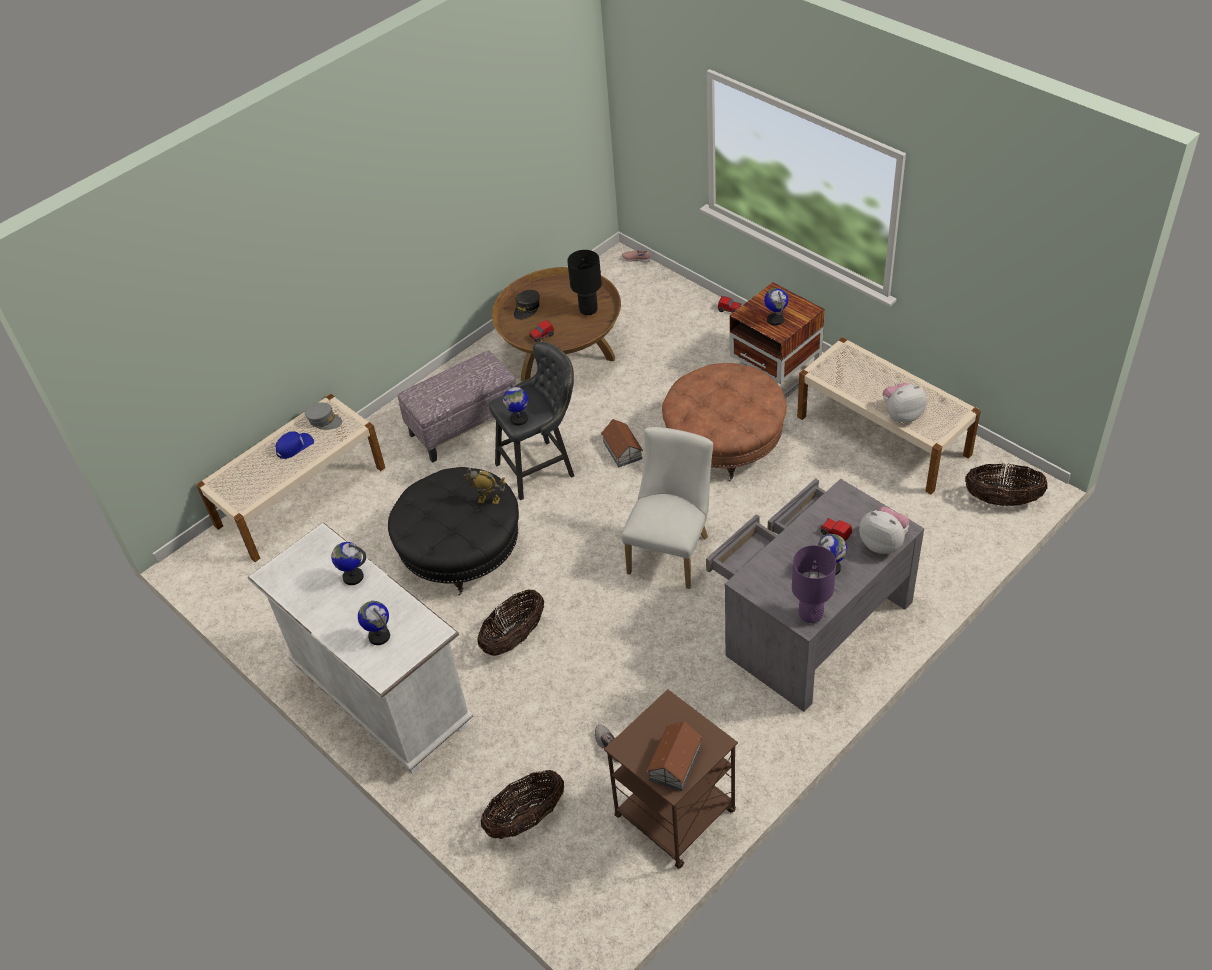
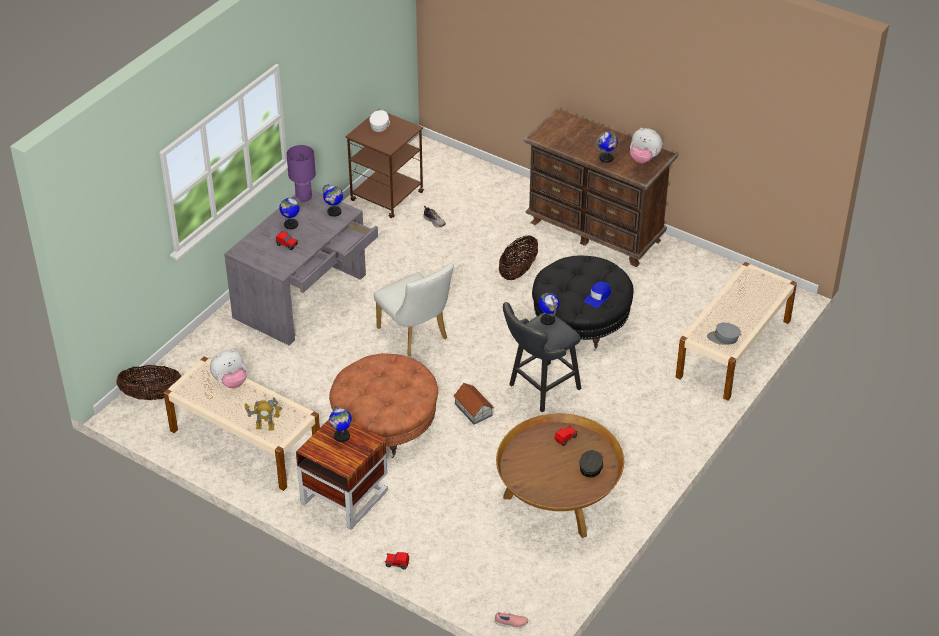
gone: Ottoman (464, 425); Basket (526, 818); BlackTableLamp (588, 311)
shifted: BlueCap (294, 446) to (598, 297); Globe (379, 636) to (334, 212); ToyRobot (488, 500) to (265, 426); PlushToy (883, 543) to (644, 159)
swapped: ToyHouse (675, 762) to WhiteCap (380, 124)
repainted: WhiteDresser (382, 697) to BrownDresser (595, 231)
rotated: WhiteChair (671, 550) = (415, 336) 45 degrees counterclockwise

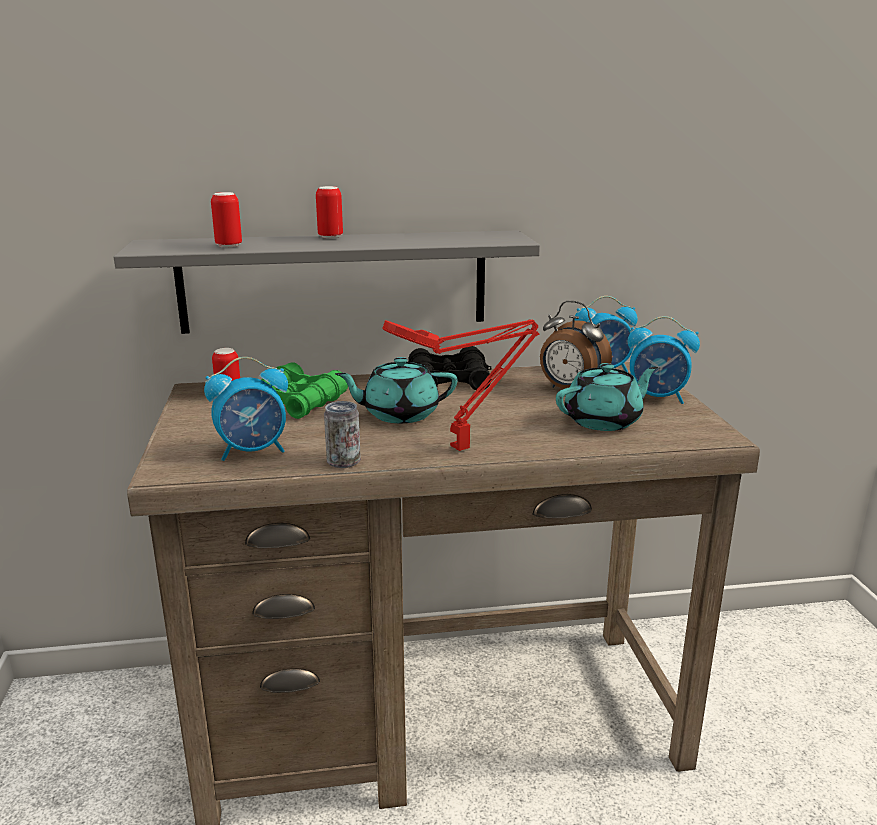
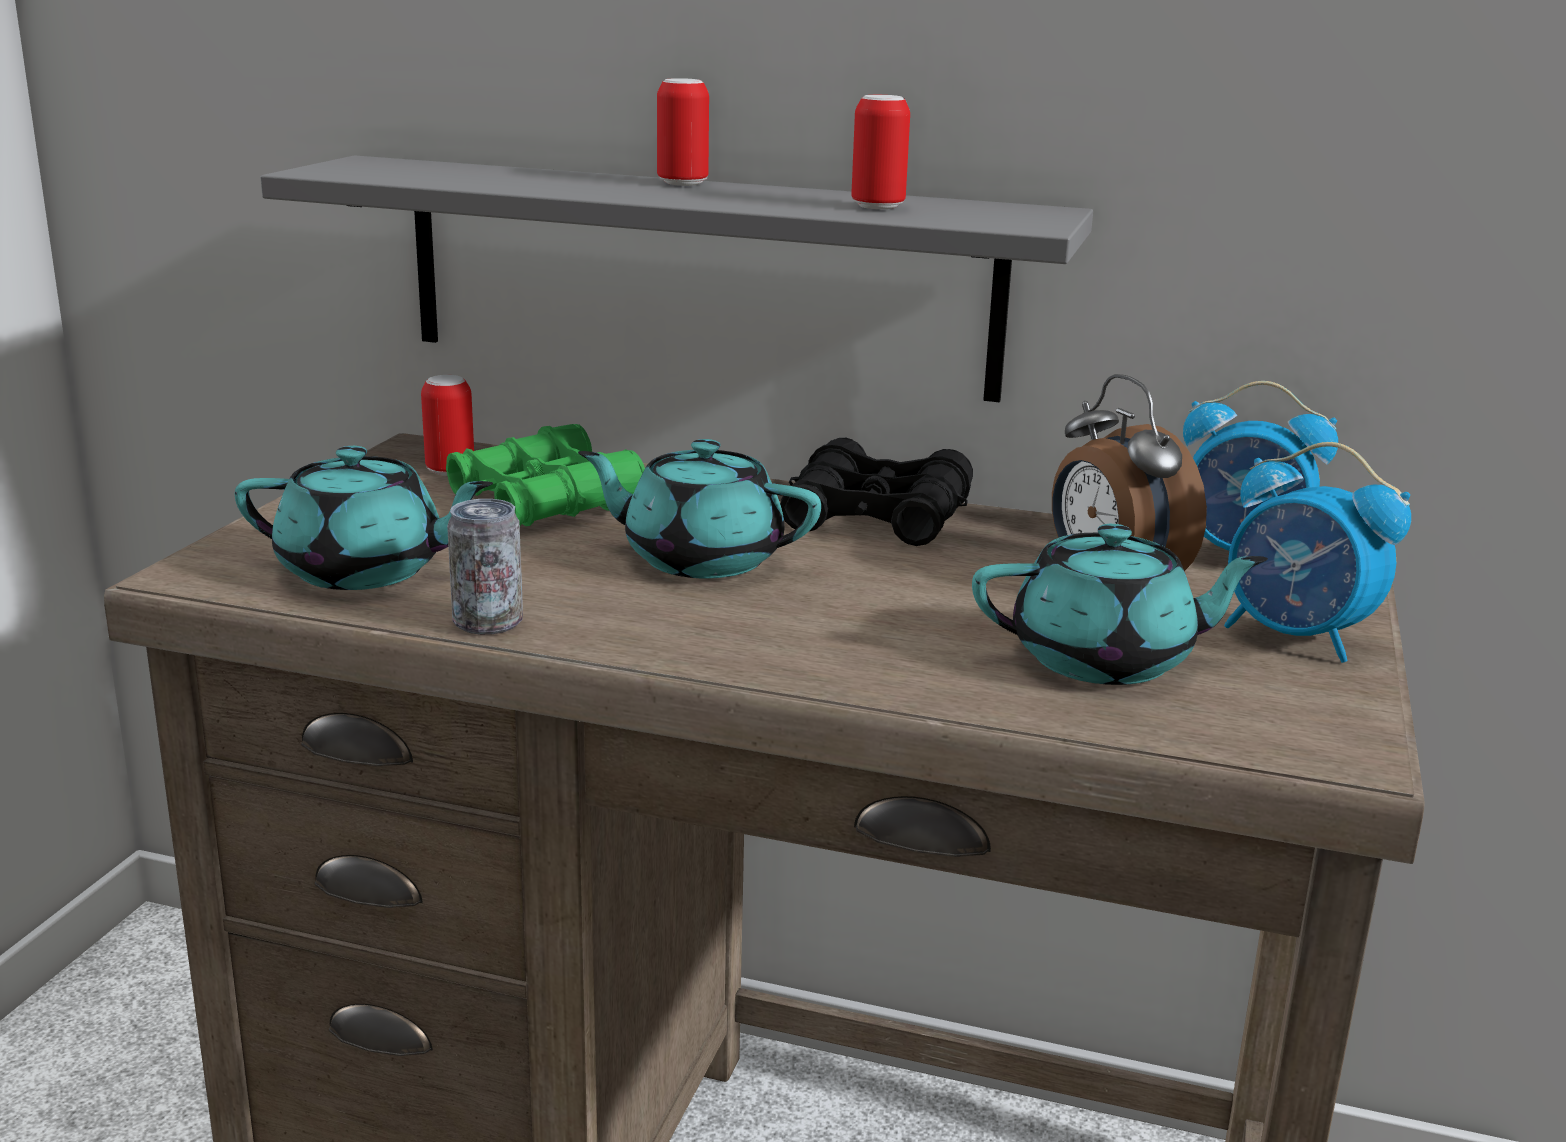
gone: RedTableLamp (464, 447)
shifted: Can (229, 246) to (878, 206)
swapped: AlarmClock (253, 451) to TurquoiseTeapot (365, 571)

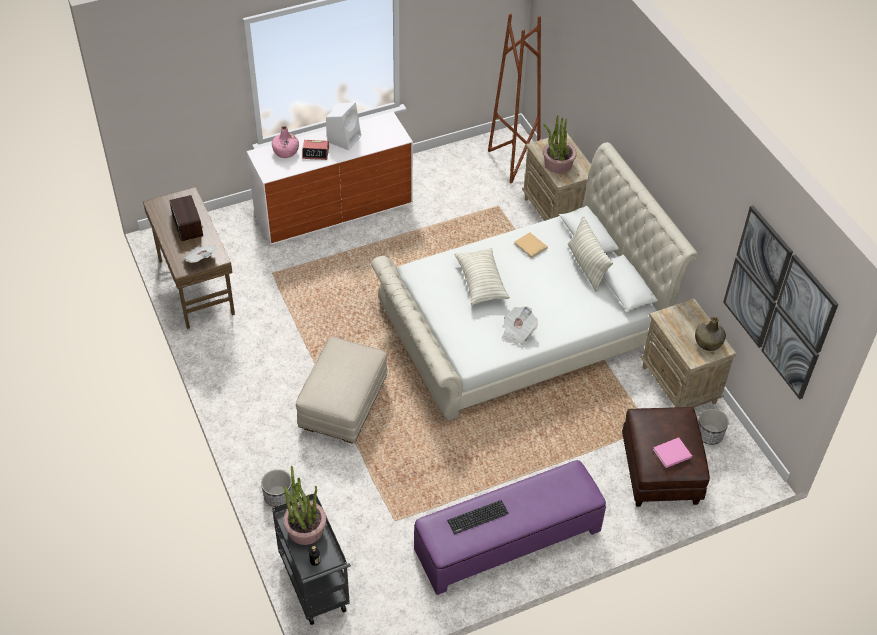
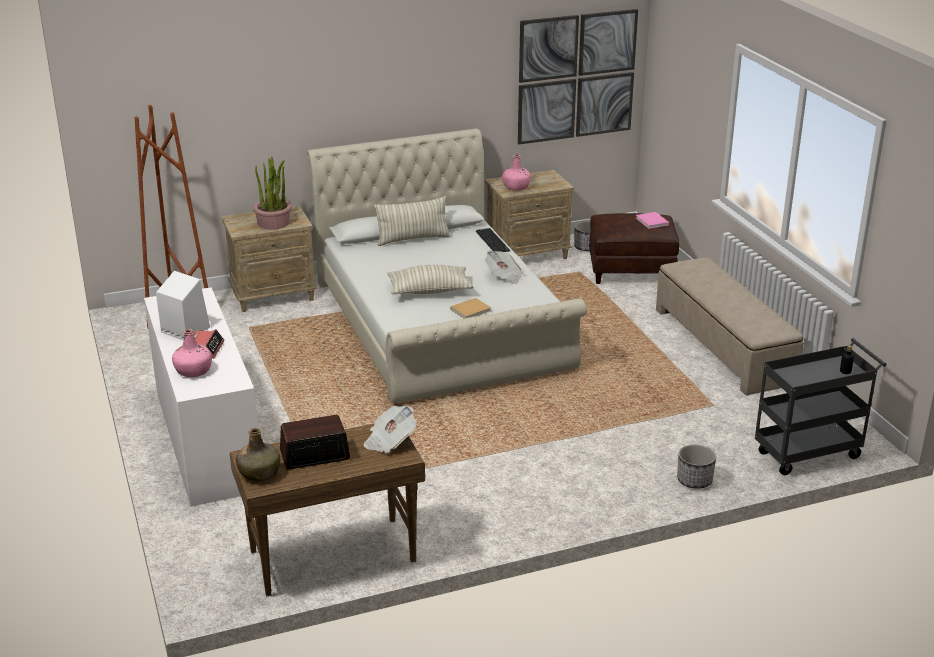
gone: PottedPlant (305, 529); BeigeOttoman (343, 405)
new: PinkBottle (516, 187)
shifted: Keyboard (478, 517) to (492, 241); BeigeBook (531, 246) to (471, 310); GreenBottle (708, 342) to (259, 473)
repainted: PurpleBench (507, 540) to BeigeBench (724, 346)

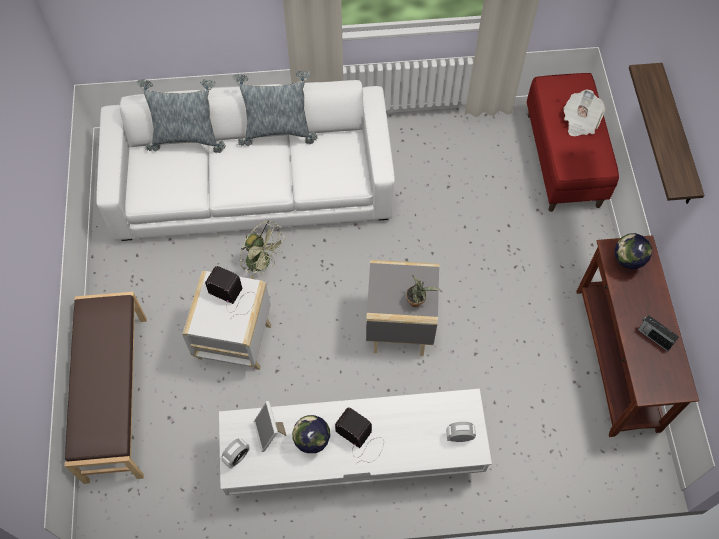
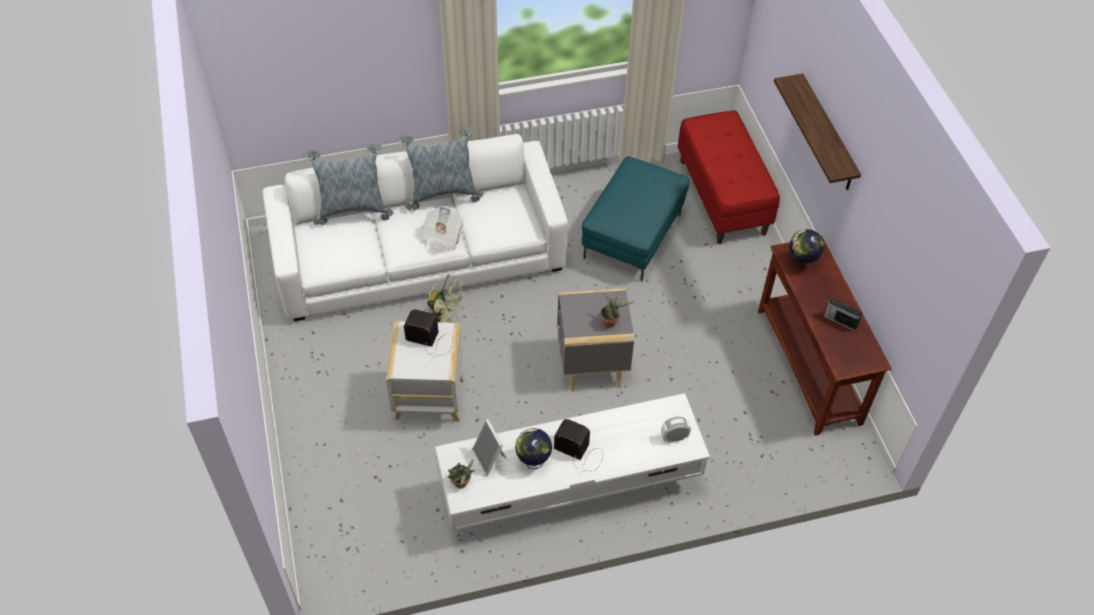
gone: BrownBench (115, 397)
new: TurquoiseOttoman (633, 237)
shifted: Newspaper (580, 121) to (442, 238)
swapped: AlarmClock (237, 457) to PottedPlant (462, 484)

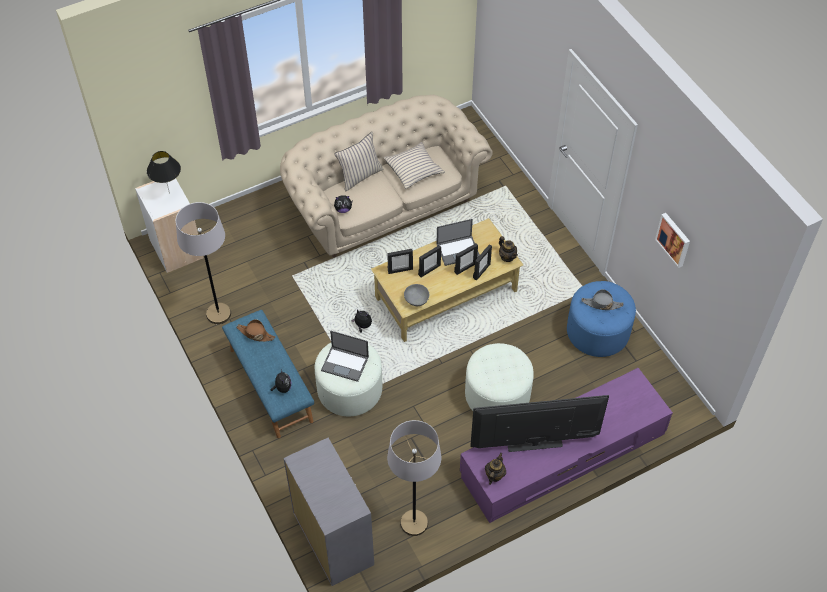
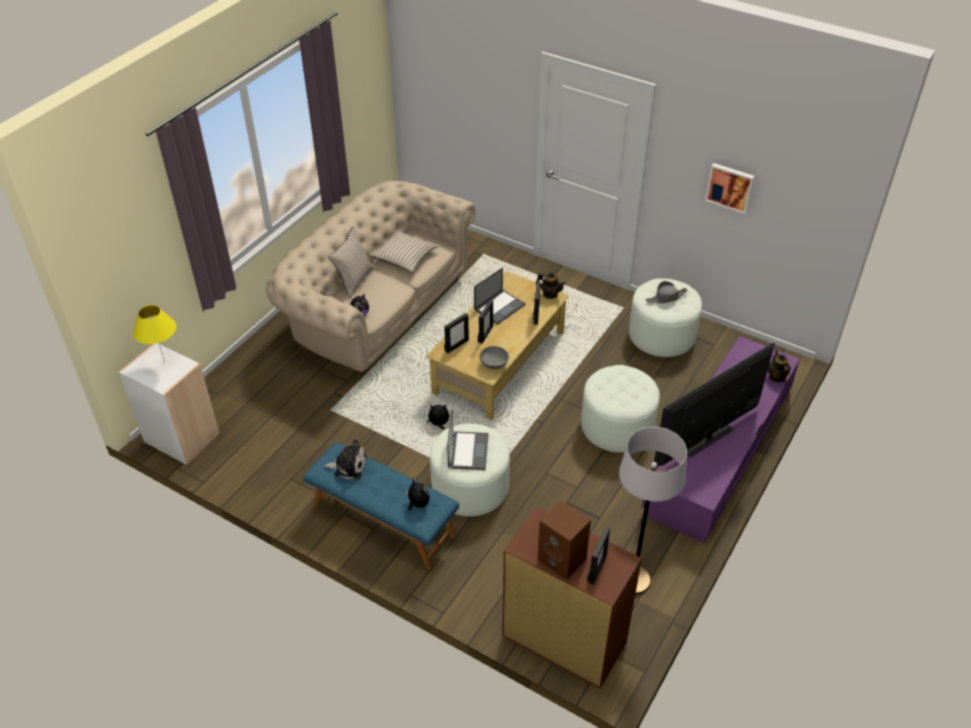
gone: GreyFloorLamp (218, 314)
new: BrownSpeaker (563, 559)
shifted: PictureFrame (465, 267) to (596, 568); Teapot (494, 475) to (776, 377)
swapped: BrownHat (255, 334) to PlushToy (348, 466)
repainted: BlackTableLamp (169, 193) to YellowTableLamp (164, 361); GreyCabinet (333, 538) to BrownCabinet (563, 638); BlueOttoman (598, 331) to WhiteOttoman (661, 335)
rotated: Laptop (345, 363) = (468, 450) 75 degrees counterclockwise

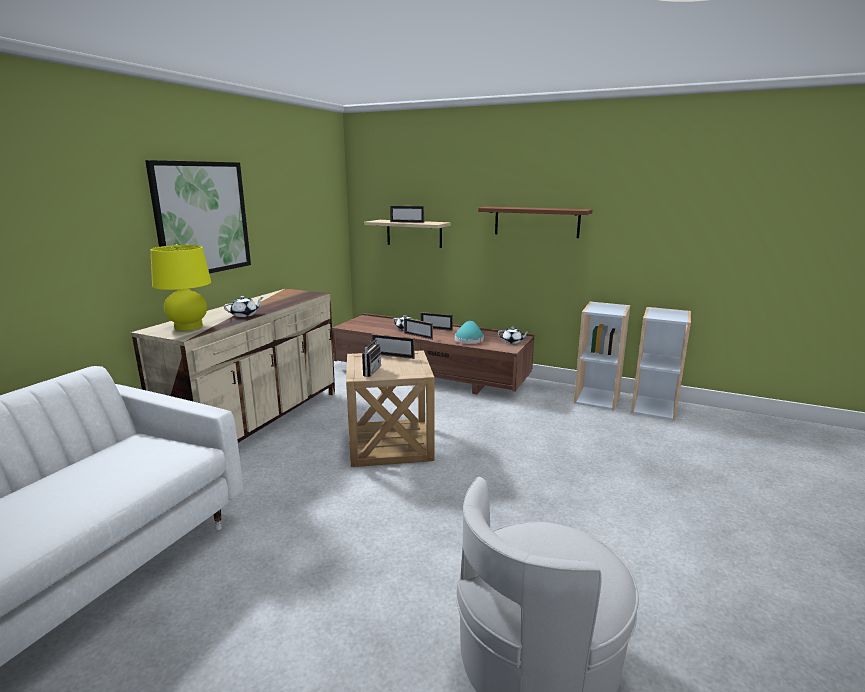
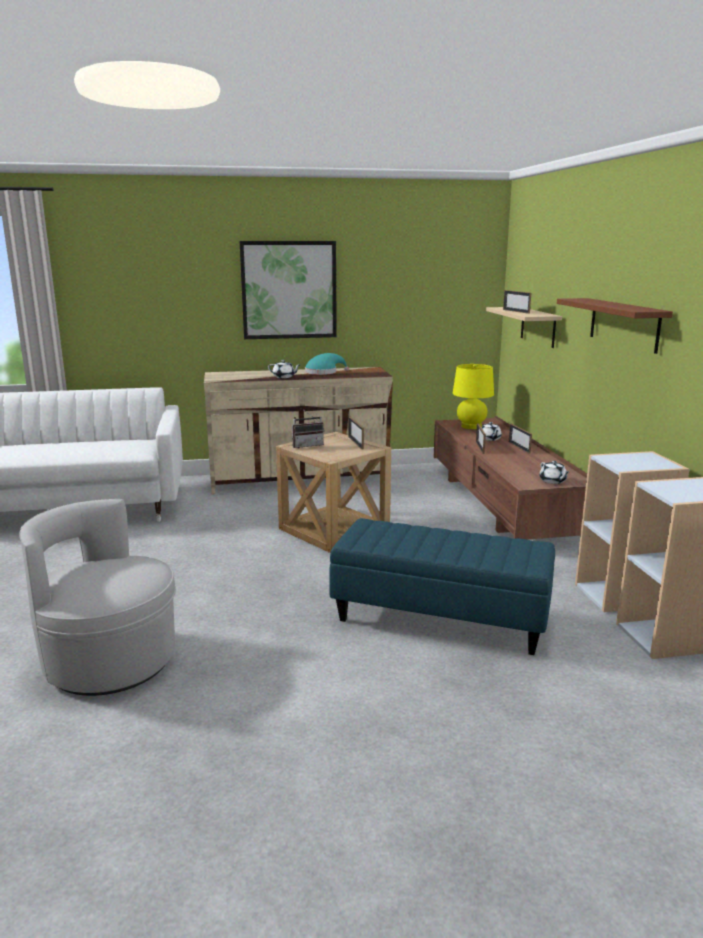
new: BlueOttoman (440, 619)
shifted: YellowTableLamp (188, 326) to (471, 426); TurquoiseHat (469, 340) to (323, 373)

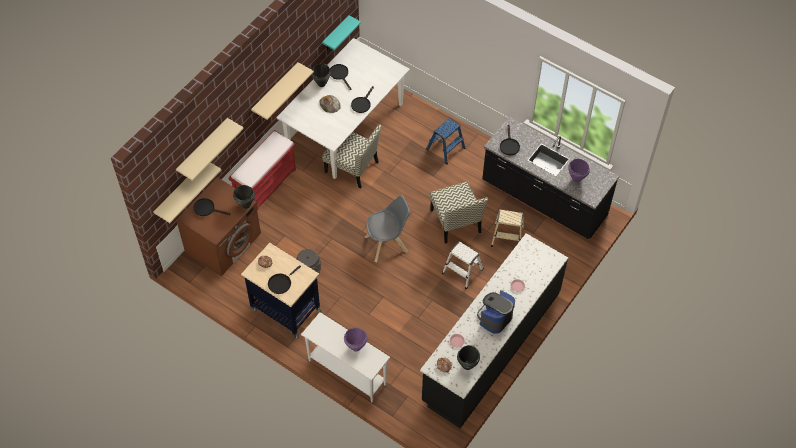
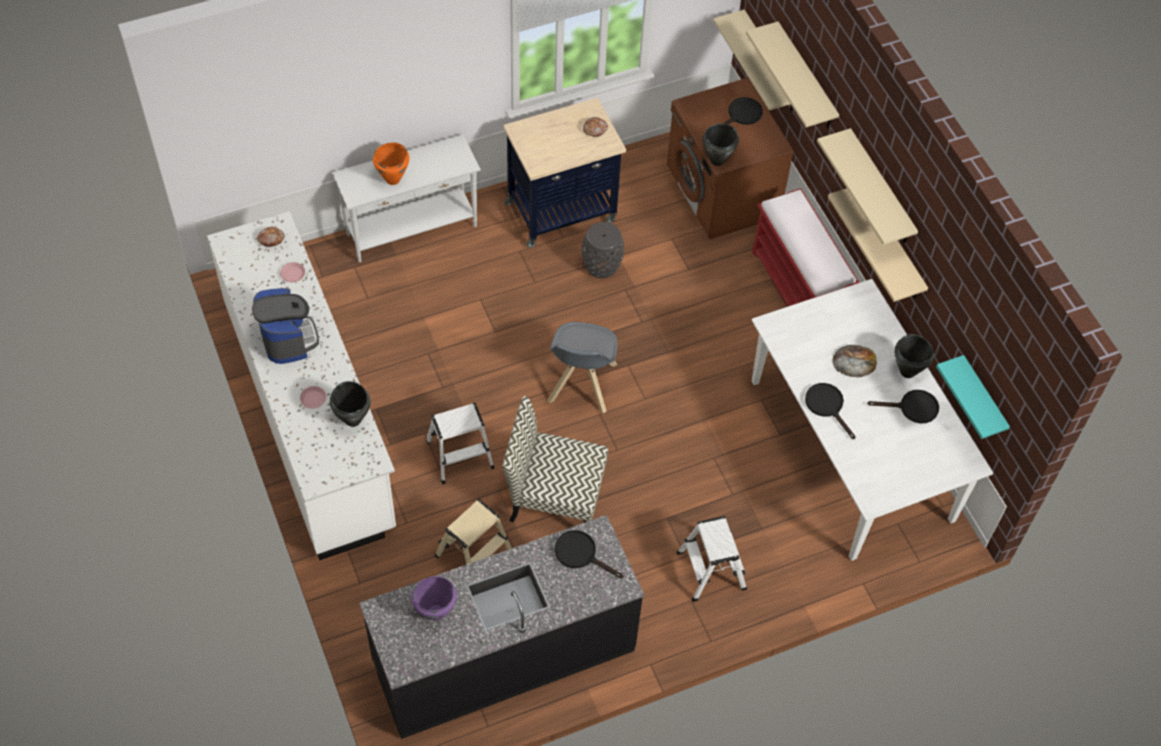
gone: BlackFryingPan (281, 283); Chair (352, 167)
new: BeigeShelf (880, 189)
shifted: BlackCookingPot (467, 366) to (353, 419)
repainted: PurpleCookingPot (356, 347) to OrangeCookingPot (392, 179); BlackCounter (491, 346) to WhiteCounter (310, 415); BlueStepLadder (445, 148) to WhiteStepLadder (711, 570)

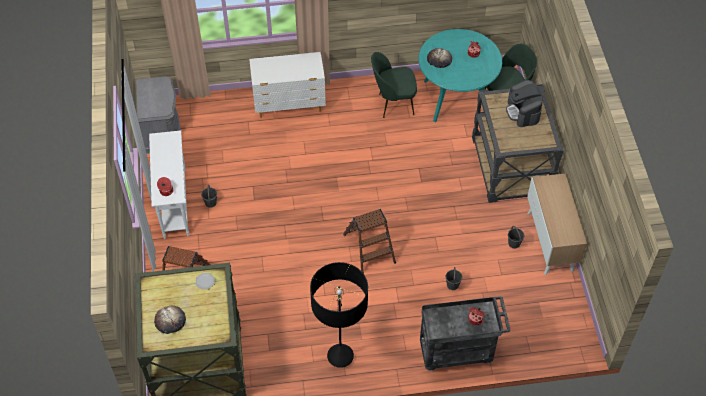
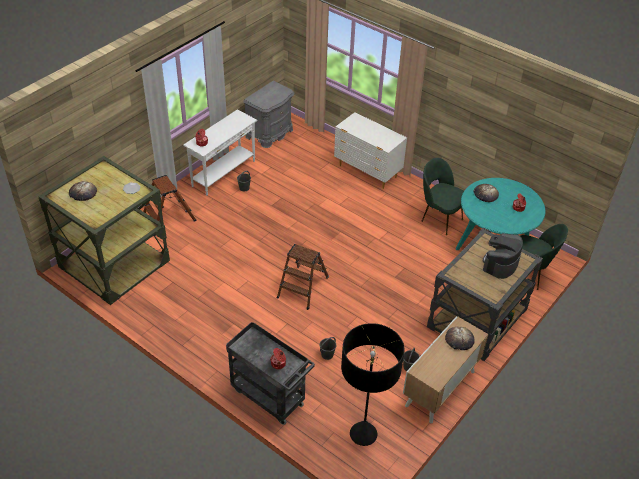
new: Bread (459, 340)
shifted: BlackFloorLamp (340, 357) to (363, 435)

